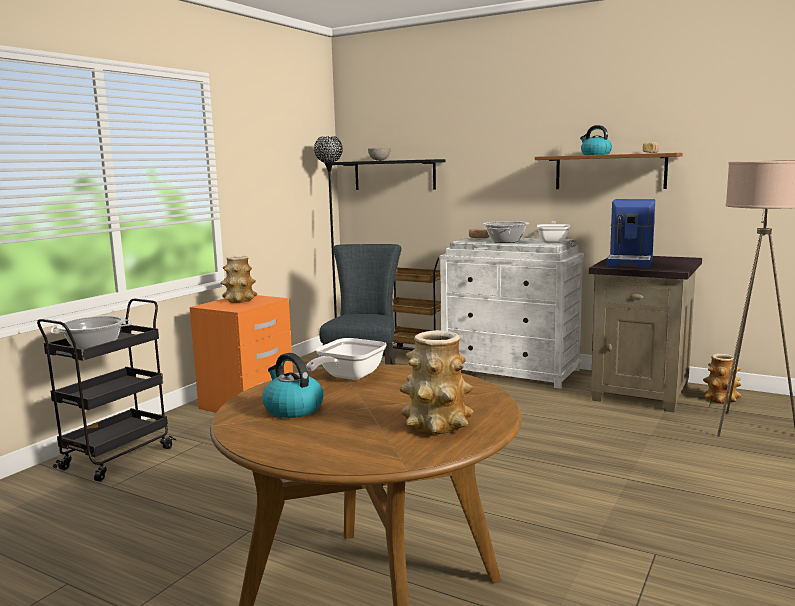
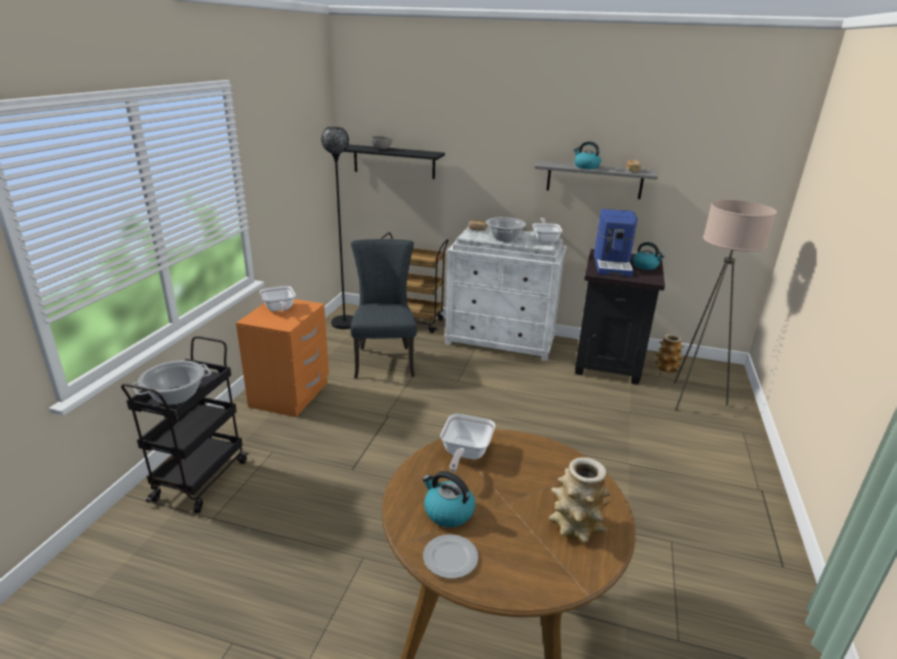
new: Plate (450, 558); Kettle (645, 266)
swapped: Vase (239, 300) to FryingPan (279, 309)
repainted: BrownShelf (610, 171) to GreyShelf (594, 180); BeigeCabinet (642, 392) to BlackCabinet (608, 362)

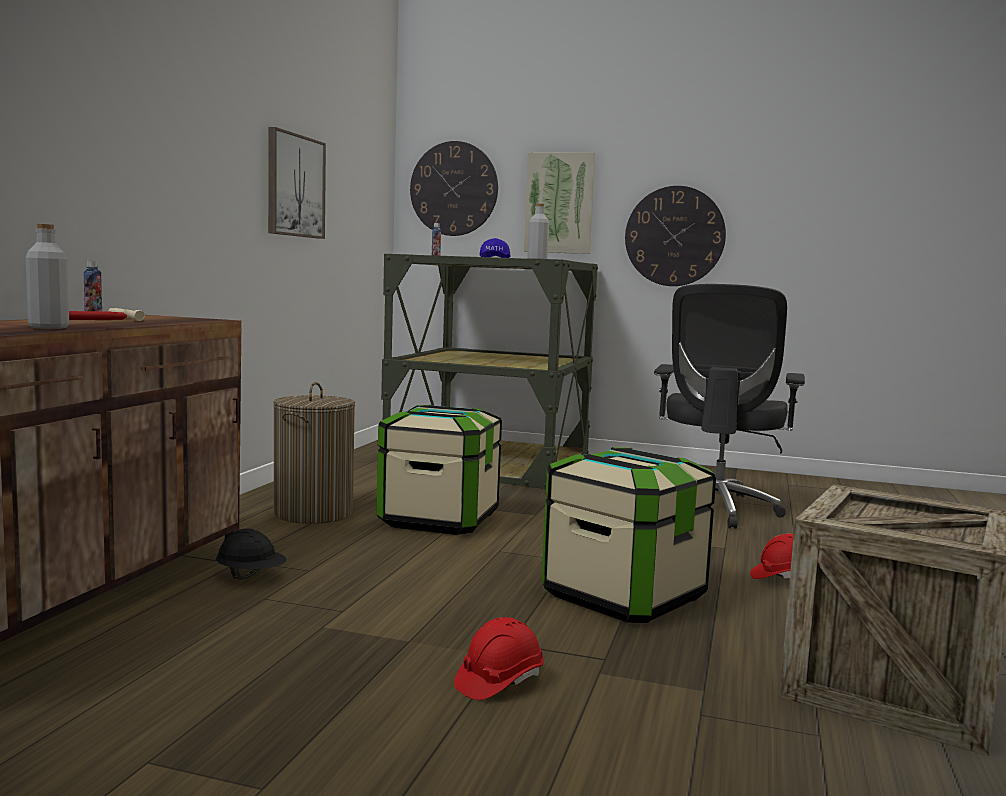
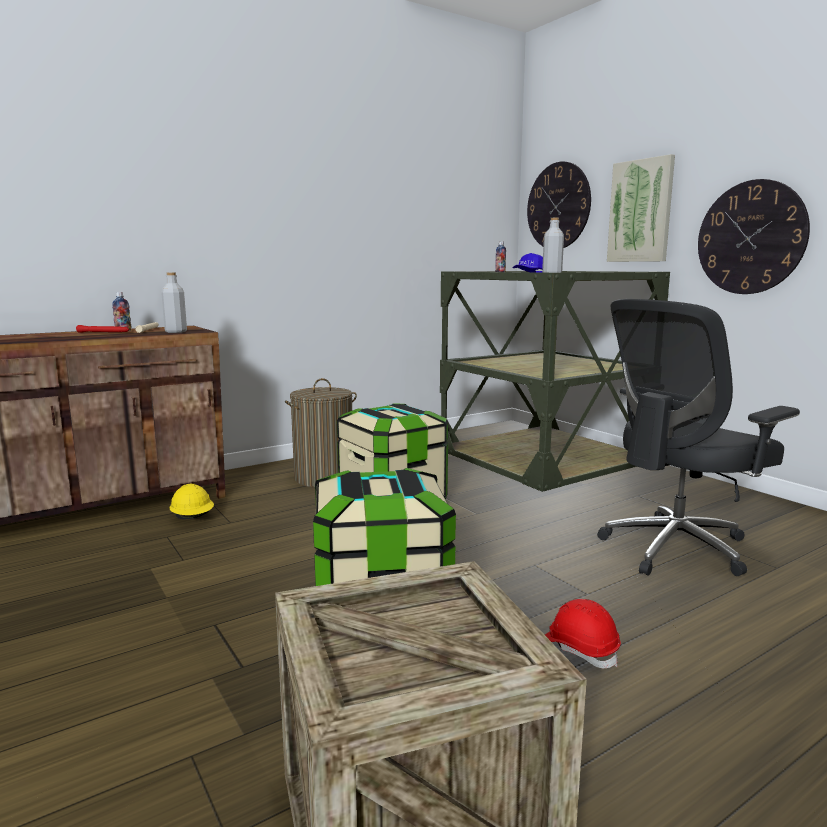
gone: Picture (295, 186); RedHardHat (498, 681)
shifted: GreyBottle (49, 327) to (176, 332)
repainted: BlackHardHat (251, 576) to YellowHardHat (193, 518)

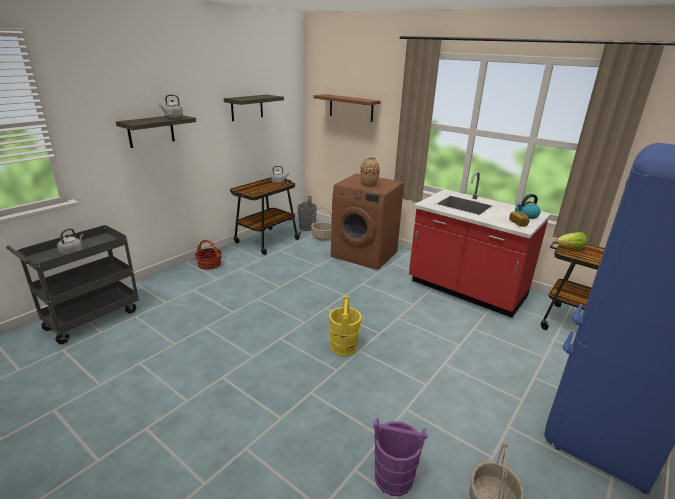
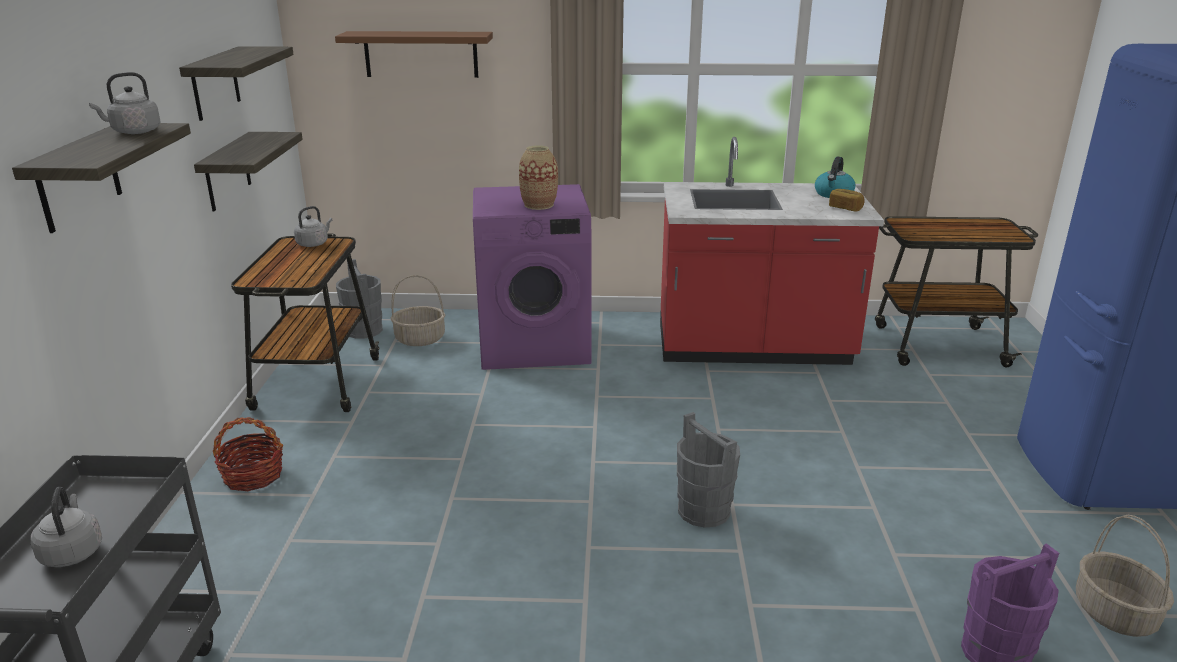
gone: Lettuce (570, 248)
new: Shelf (227, 172)
repainted: YellowBucket (343, 347) to GreyBucket (703, 510); BrownWashingMachine (364, 254) to PurpleWashingMachine (534, 345)

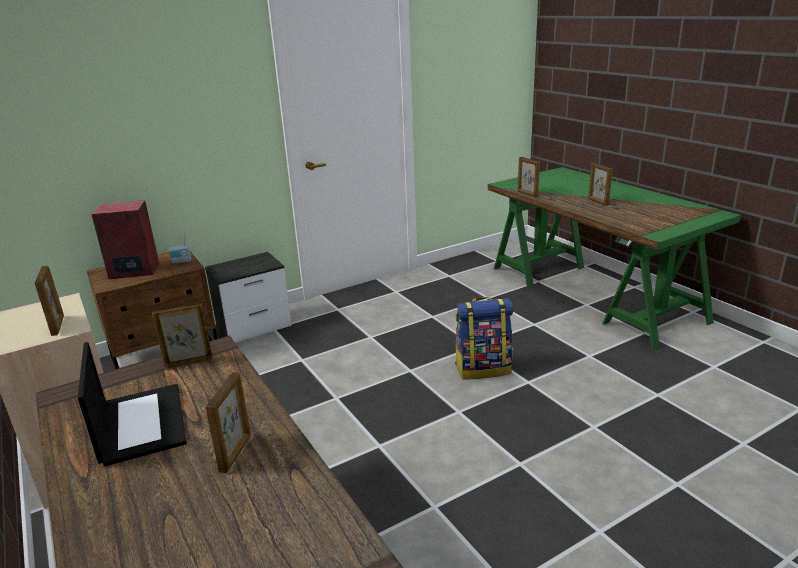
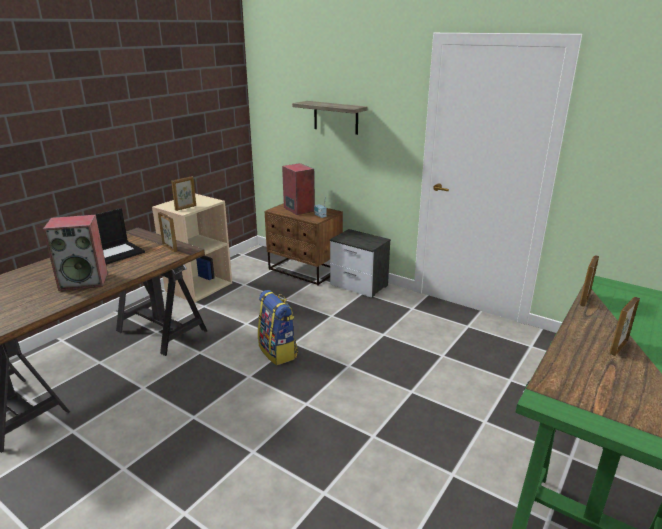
new: Shelf (335, 117)
shifted: Backpack (483, 368) to (278, 352)
swapped: PictureFrame (236, 453) to Speaker (84, 281)

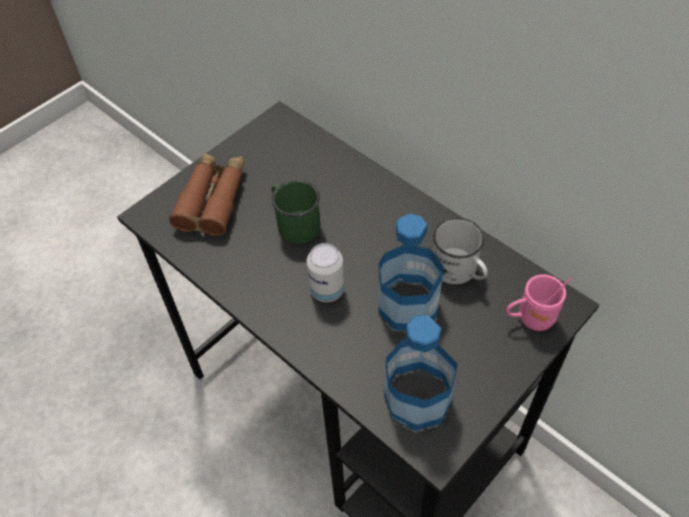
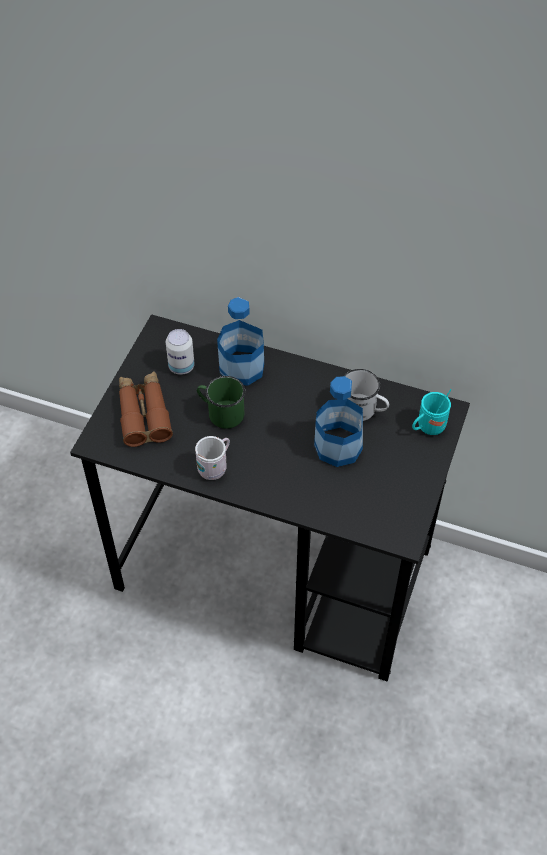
new: WhiteMug (215, 467)
shifted: Can (327, 290) to (181, 366); Bottle (417, 399) to (242, 368)
repainted: PinkMug (530, 319) to TurquoiseMug (427, 428)

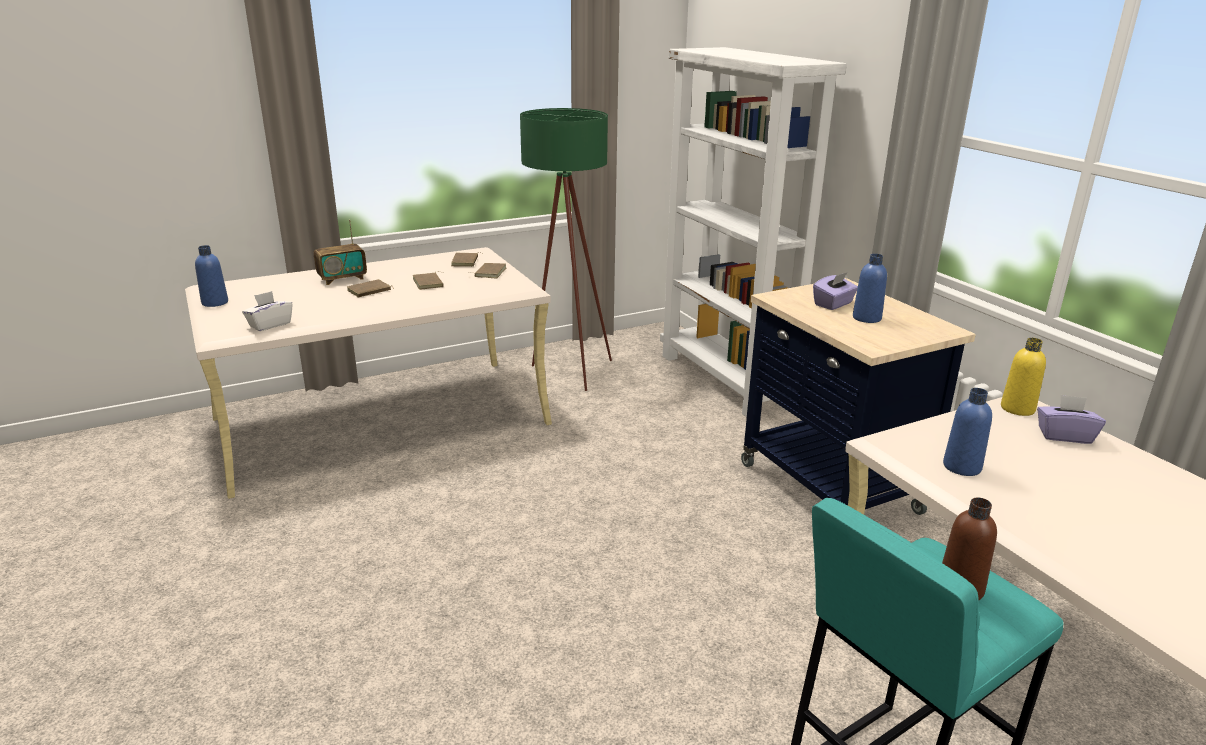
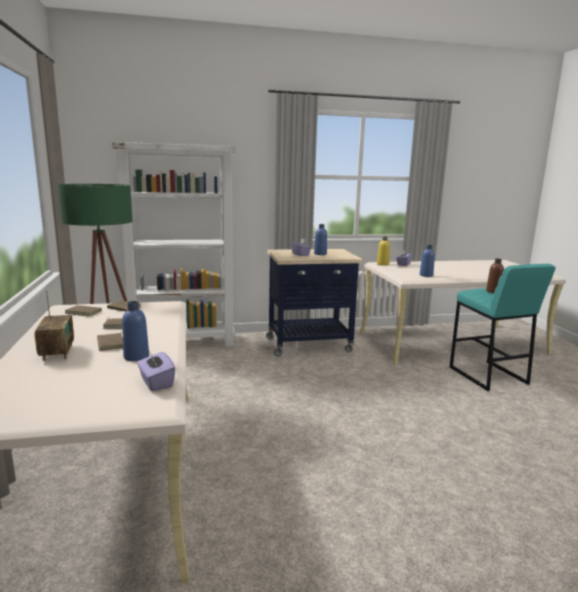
shifted: BlueBottle (215, 302) to (136, 357)
repainted: WhiteTissueBox (270, 325) to PurpleTissueBox (156, 383)

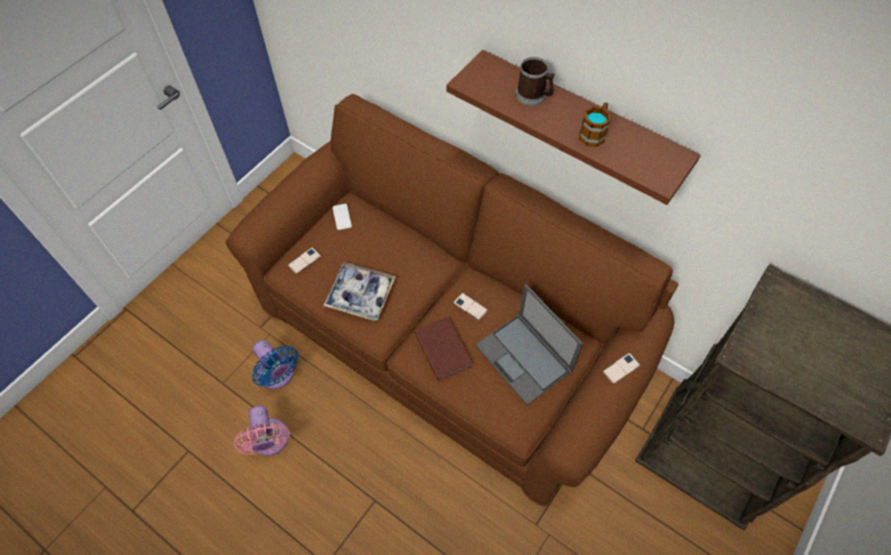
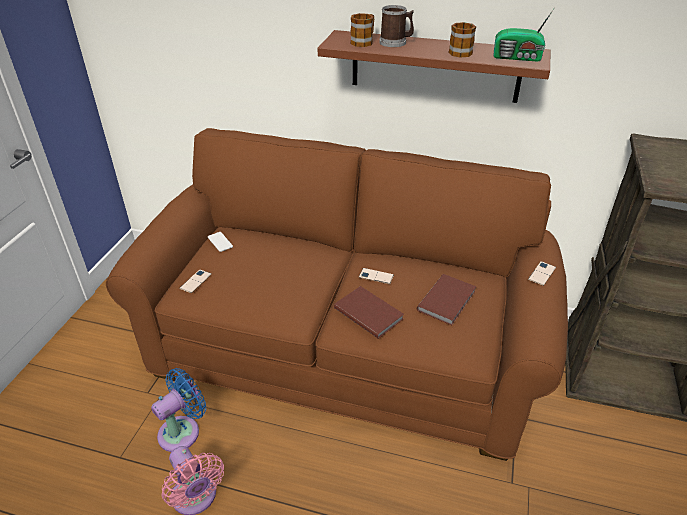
gone: Tray (360, 295)
new: Mug (364, 41); Radio (518, 58)
swapped: Laptop (524, 358) to BrownBook (448, 301)
rotated: BlueFan (278, 375) = (183, 431) 75 degrees counterclockwise

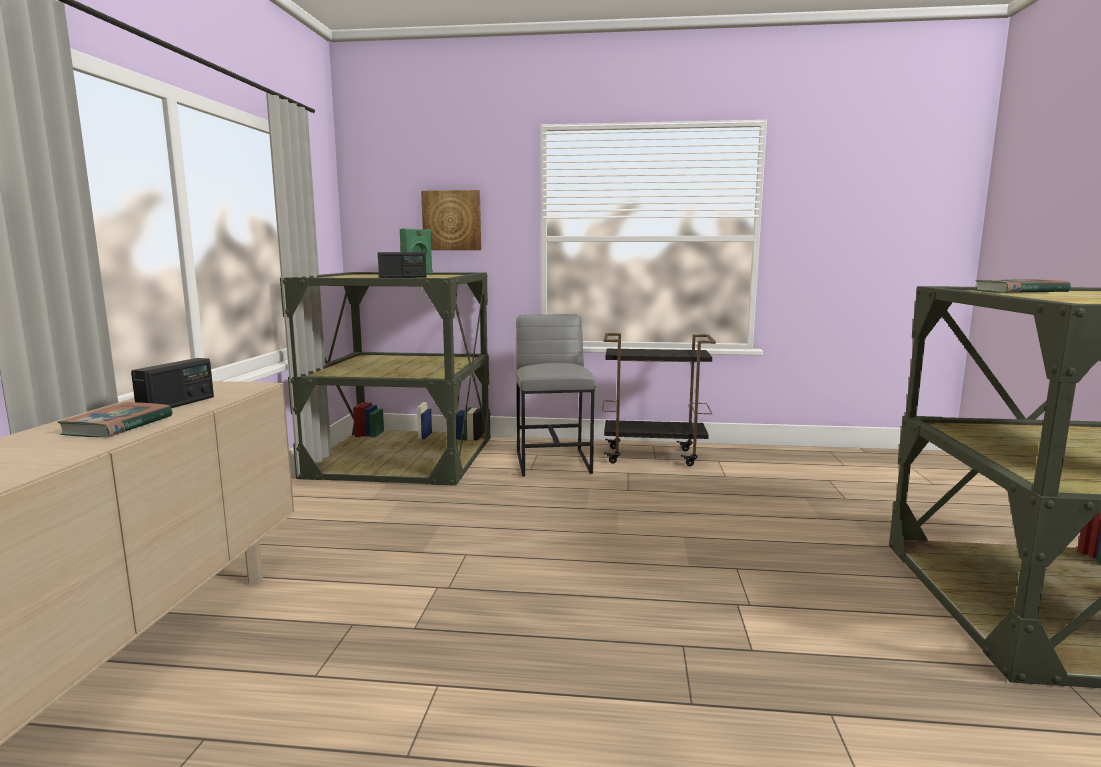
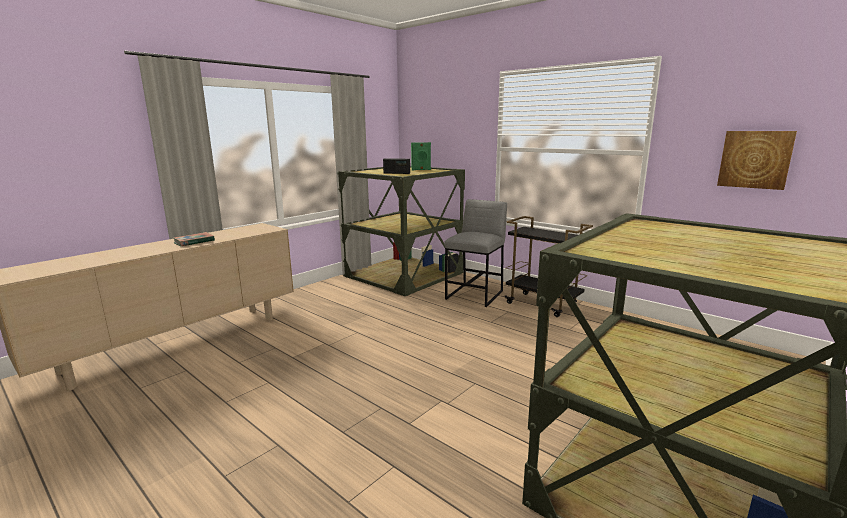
gone: Radio (177, 404); Book (1020, 292)
shifted: Picture (452, 220) to (755, 159)

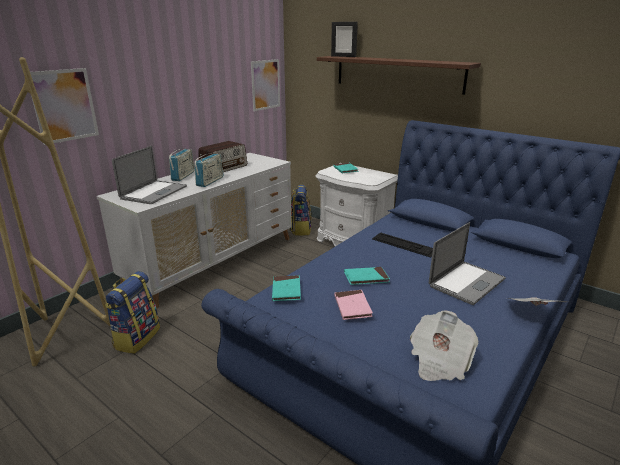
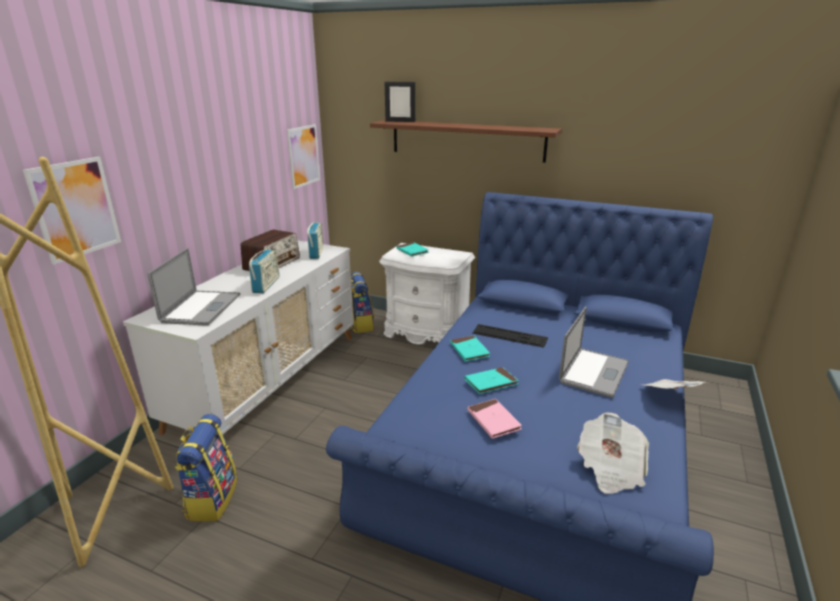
shifted: Radio (183, 176) to (316, 252); TurquoiseBook (286, 290) to (469, 350)

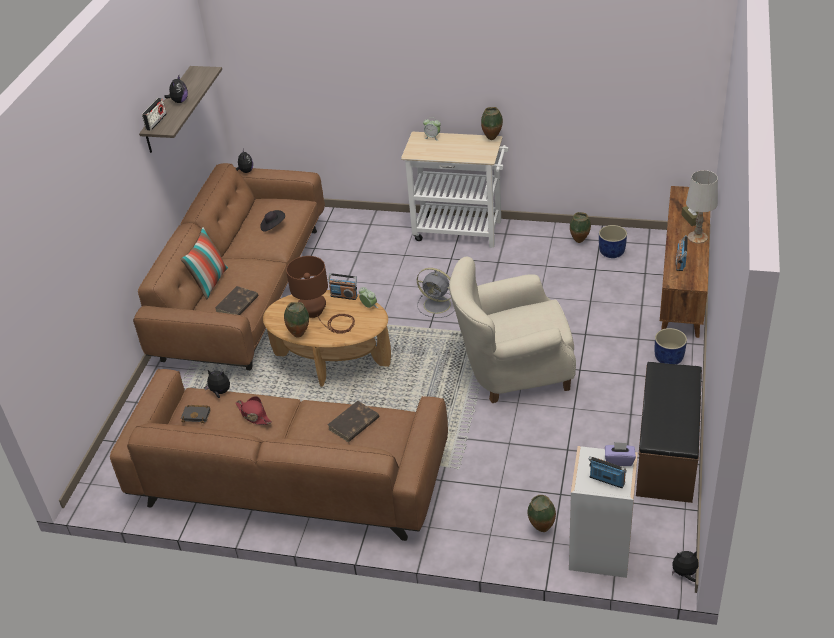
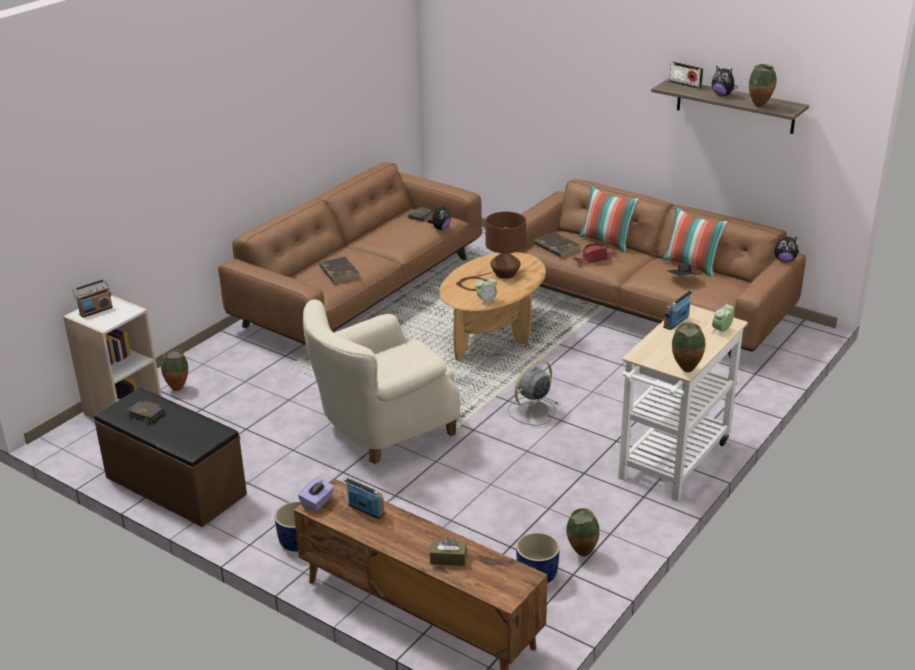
gone: PlushToy (684, 574); WhiteTableLamp (697, 237)
new: BlackBook (147, 413); Pillow (691, 265)
shifted: RedHat (253, 415) to (595, 259); Vase (299, 335) to (760, 106); Radio (344, 296) to (676, 322); PurpleTissueBox (619, 460) to (317, 502)
rotated: BeigeArmchair (513, 370) = (383, 429) 135 degrees counterclockwise

